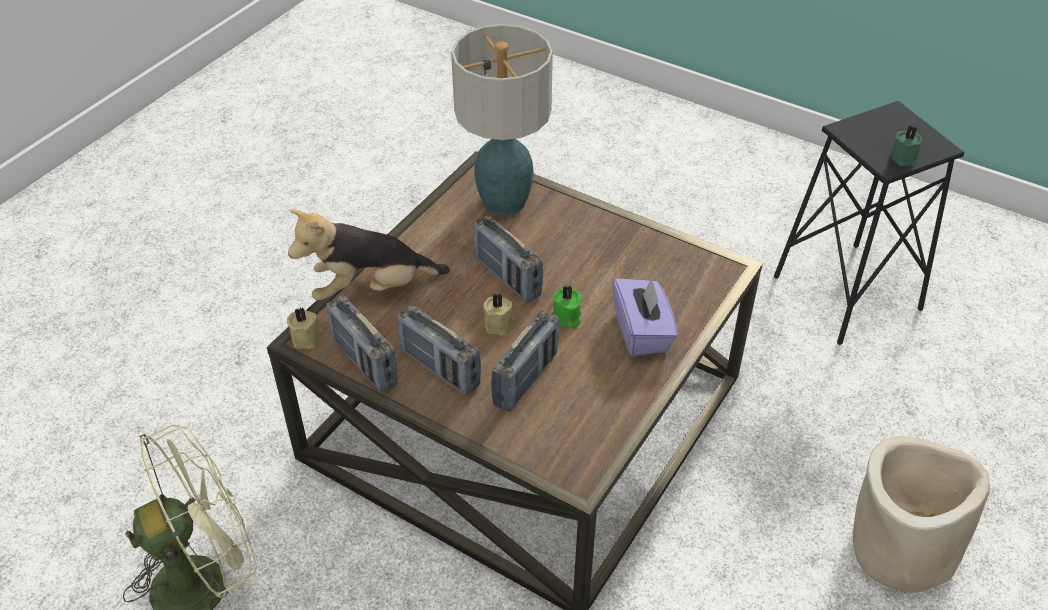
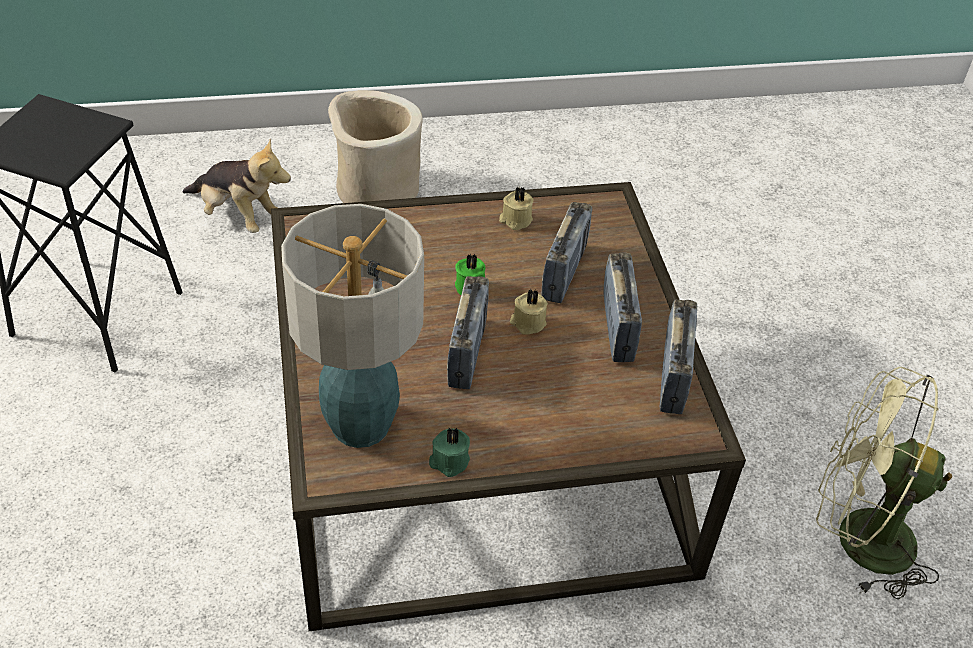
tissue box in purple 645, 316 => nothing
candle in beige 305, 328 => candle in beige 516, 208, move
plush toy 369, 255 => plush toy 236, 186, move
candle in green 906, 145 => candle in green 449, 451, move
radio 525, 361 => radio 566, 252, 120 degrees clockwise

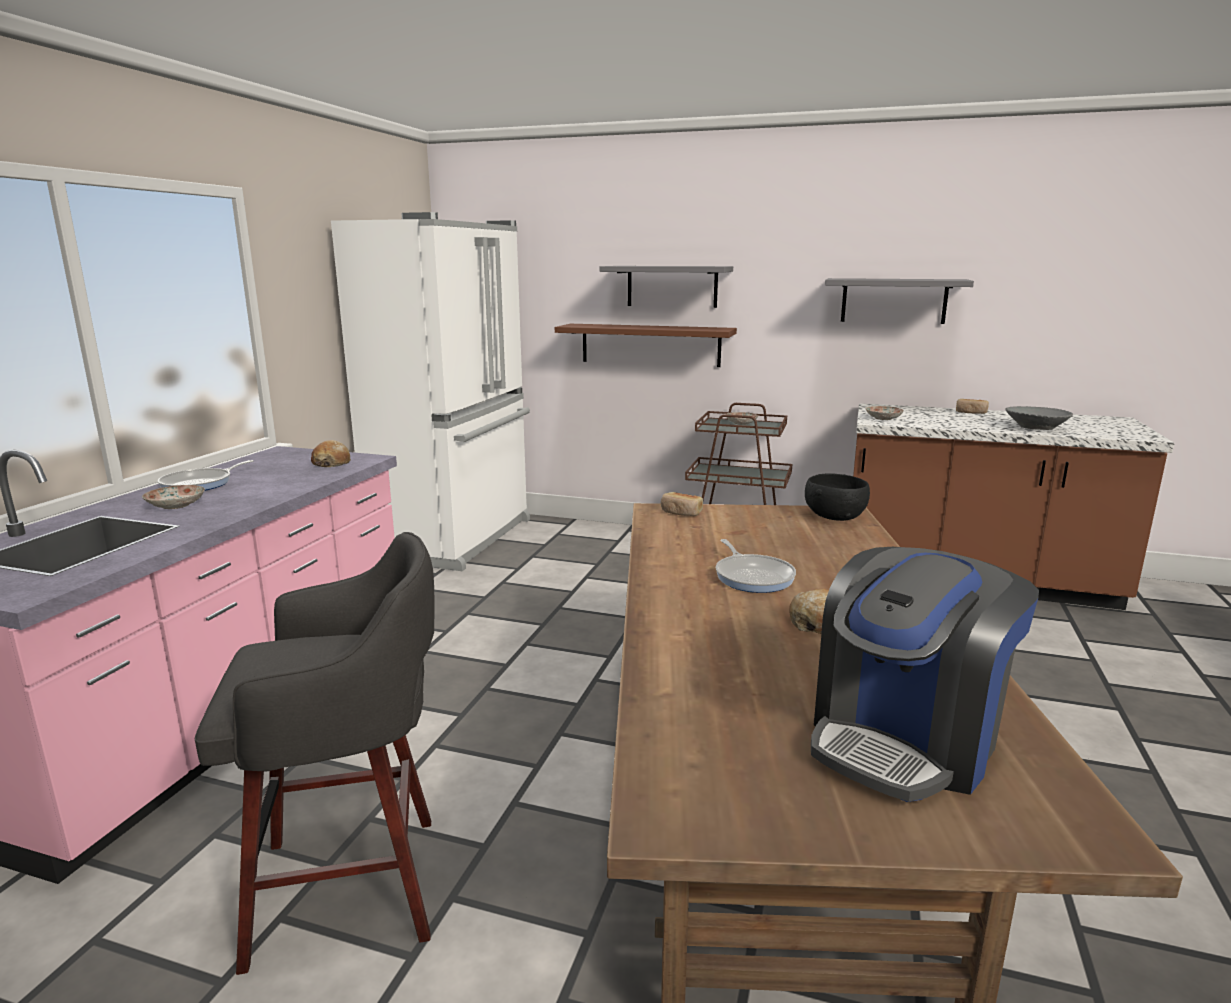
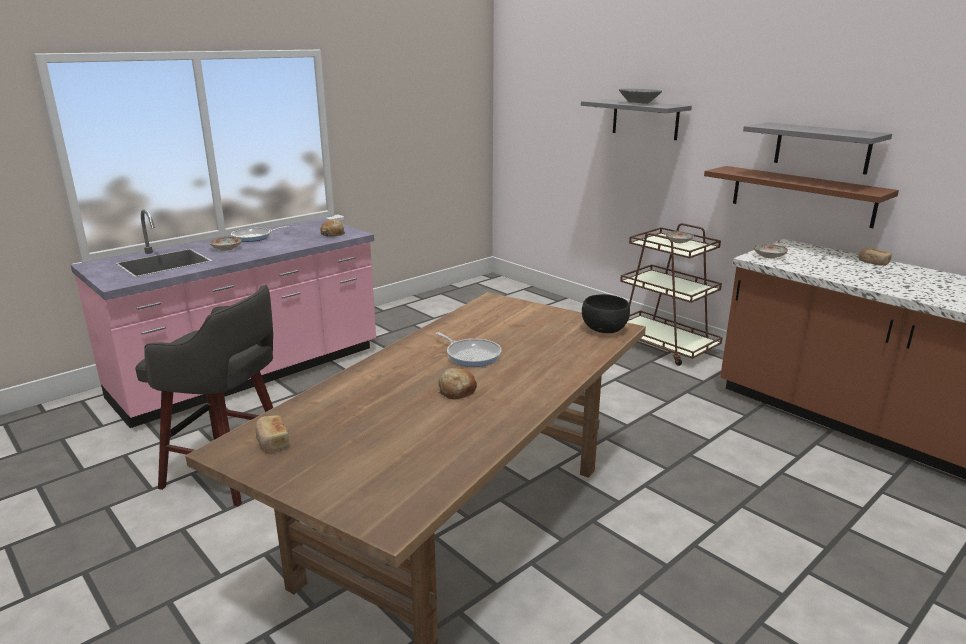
fridge in white 430, 391 => nothing
coffee machine 925, 674 => nothing
shelf in brown 646, 345 => shelf in brown 801, 197, move
bread 682, 504 => bread 272, 434, move
bowl in grey 1039, 418 => bowl in grey 640, 96, move
frying pan 756, 566 => frying pan 468, 349, 60 degrees counterclockwise

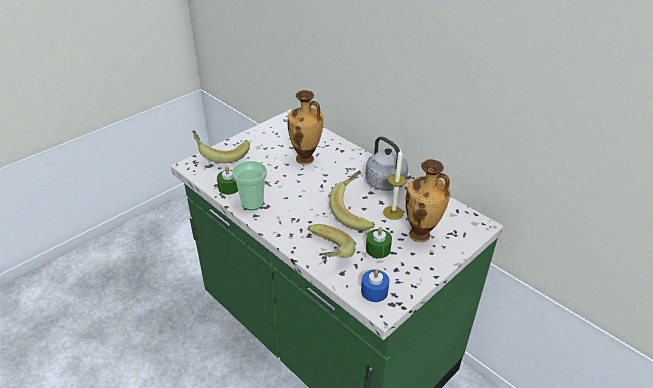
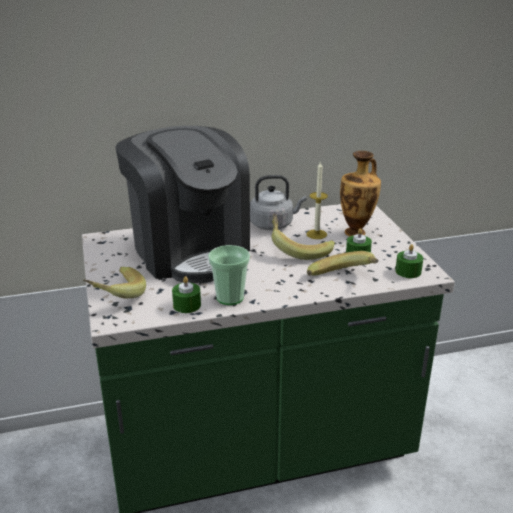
vase 305, 127 => coffee machine 182, 204
candle in blue 375, 285 => candle in green 409, 261

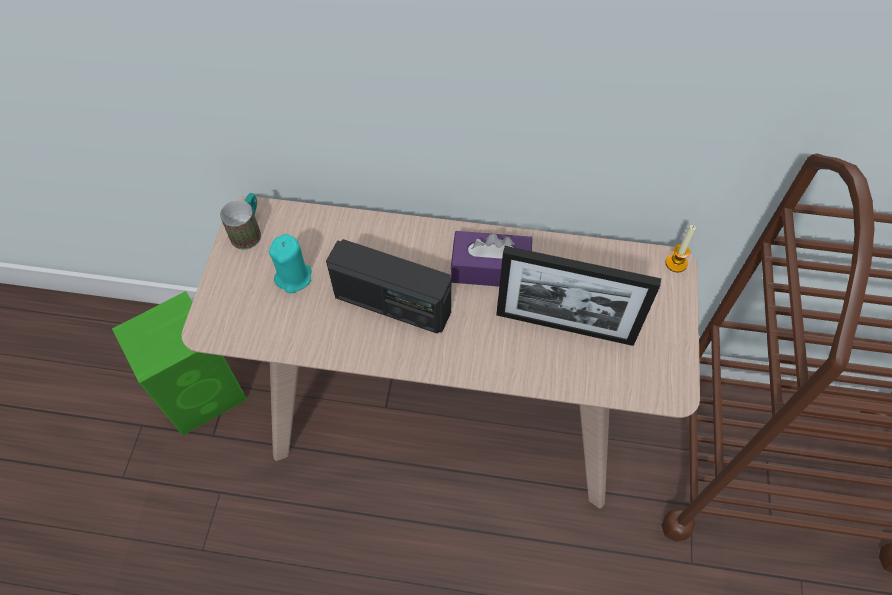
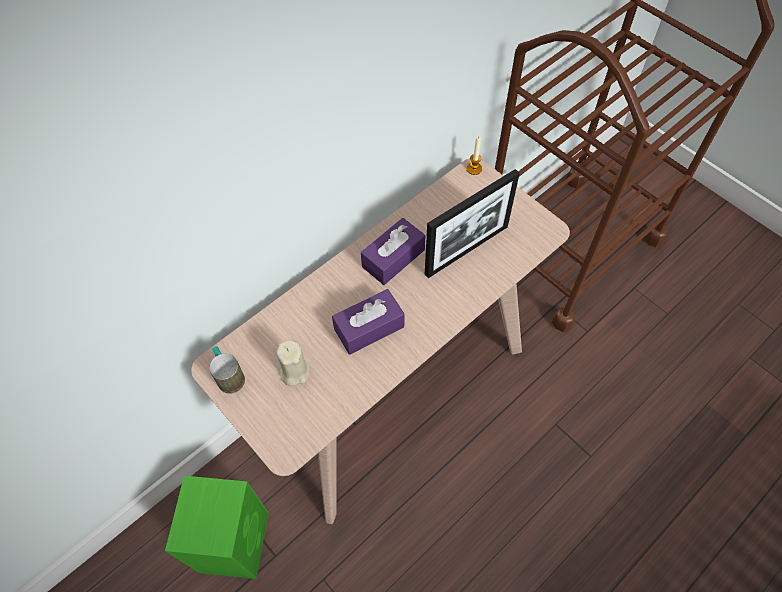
radio 388, 286 => tissue box in purple 368, 322
candle in turquoise 290, 263 => candle in beige 293, 363

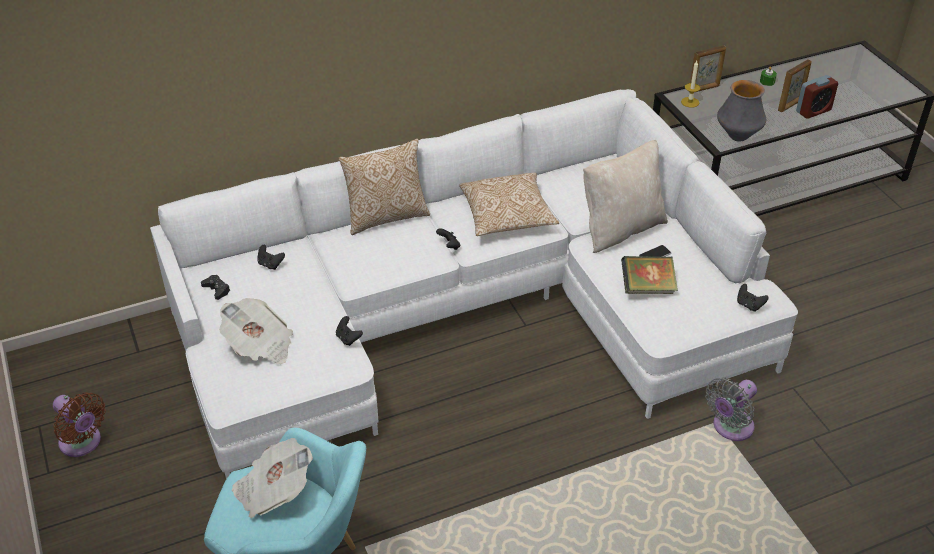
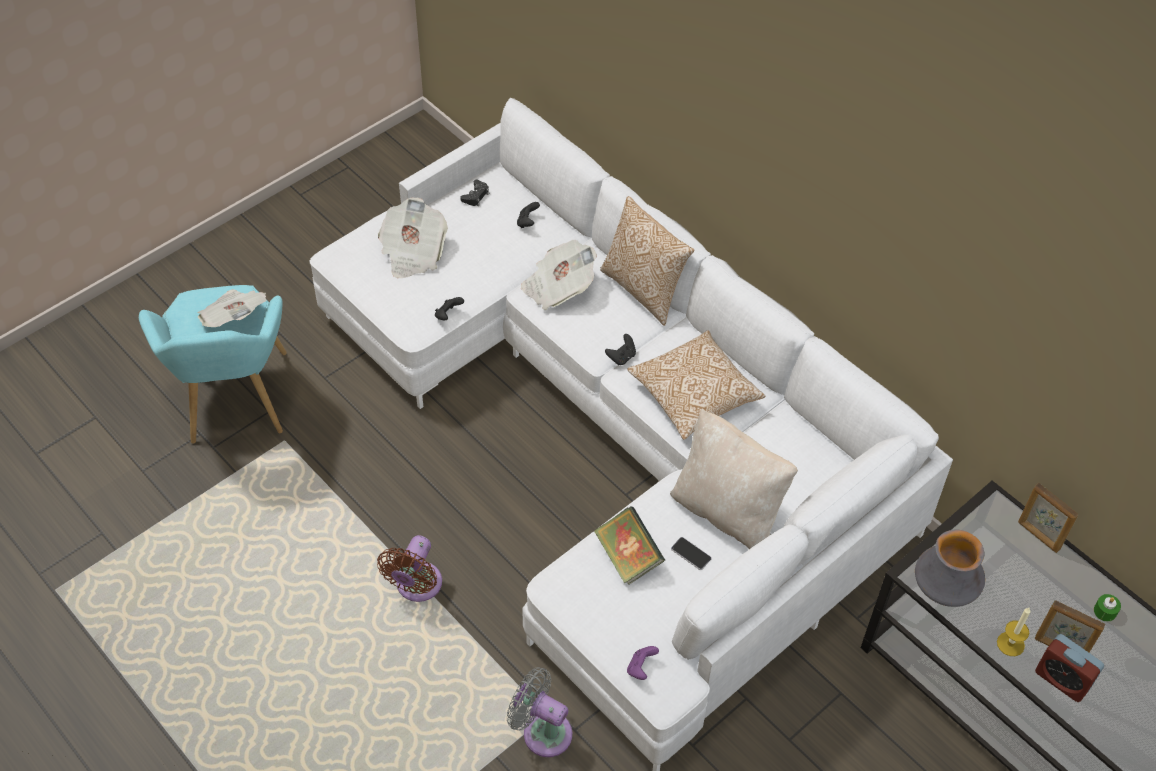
nothing => newspaper 559, 275
fan in brown 79, 424 => fan in brown 409, 568, move
candle 690, 84 => candle 1014, 632, move
game controller in black 753, 298 => game controller in purple 643, 663

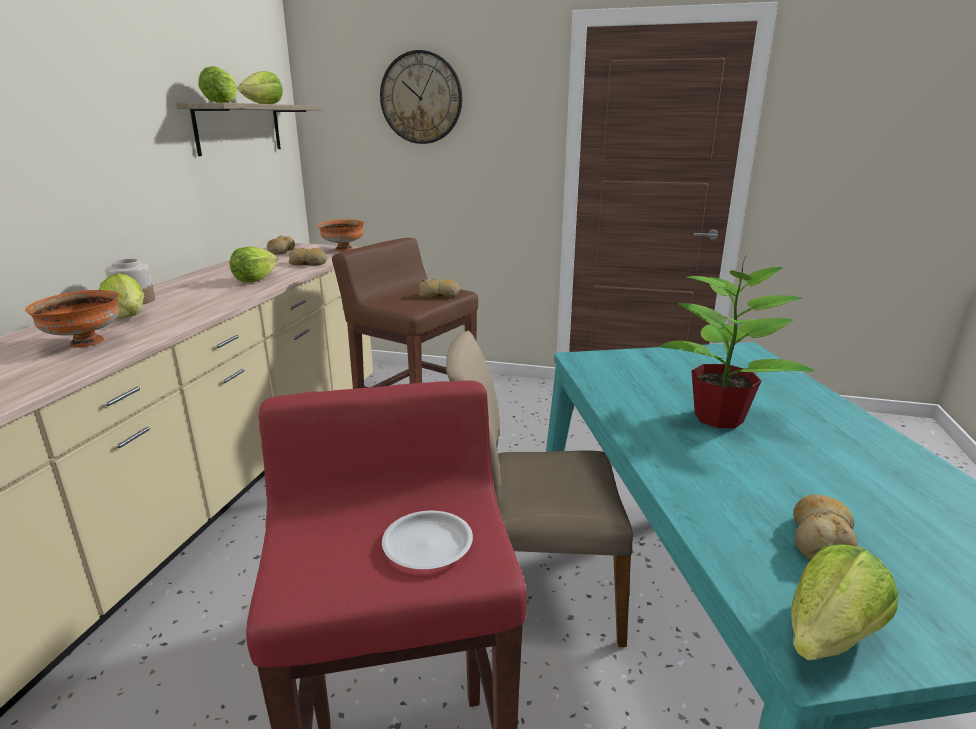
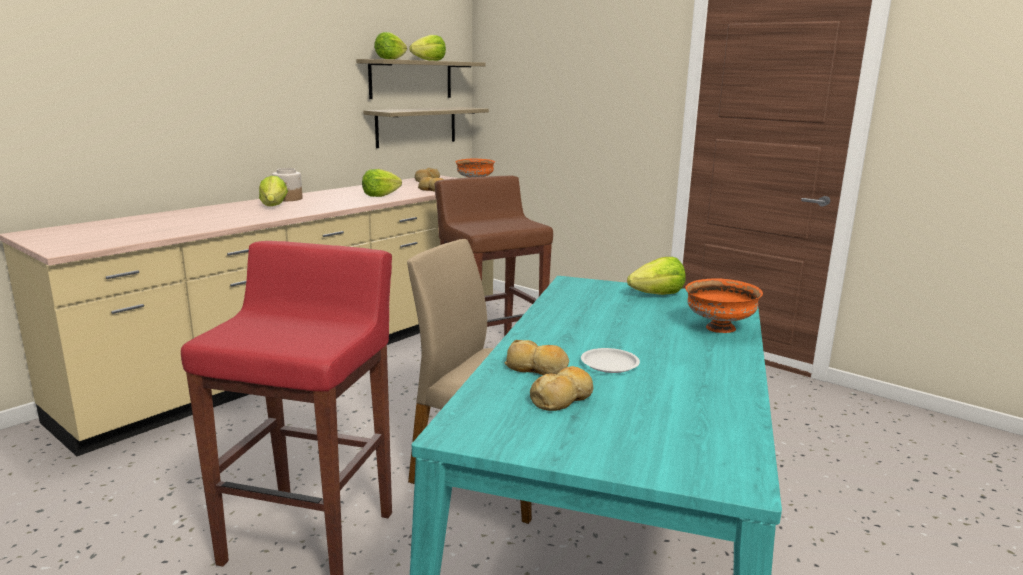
wall clock 421, 97 => nothing
potted plant 737, 342 => nothing
nothing => shelf 426, 127
bowl in orange 72, 319 => bowl in orange 724, 305, move
plate in white 427, 540 => plate in white 610, 360, move
bread 439, 288 => bread 537, 357, move
lettuce 844, 602 => lettuce 656, 276, move

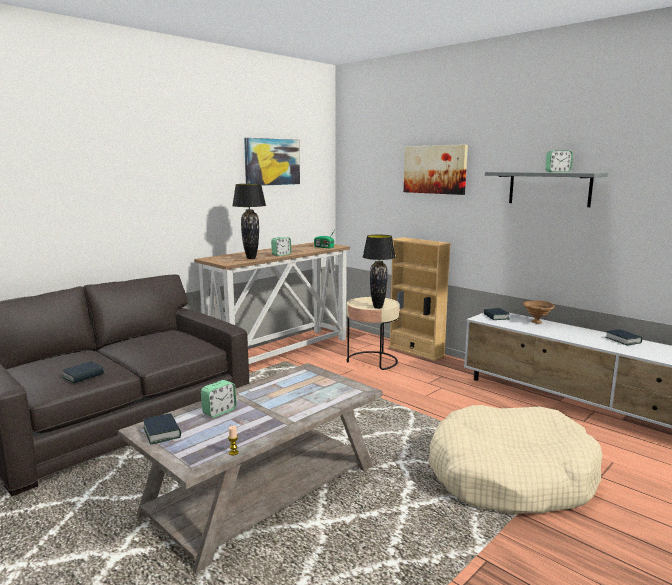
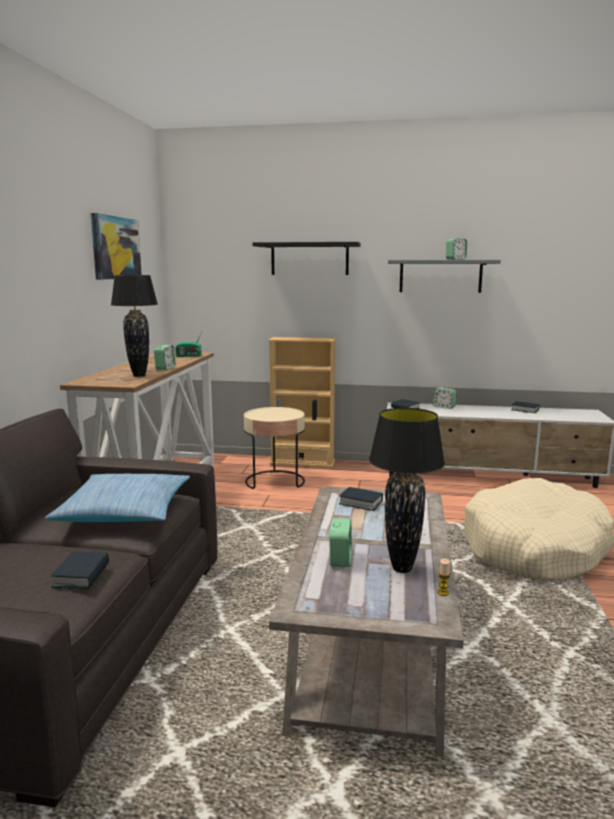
nothing => pillow 117, 498
book 162, 429 => book 361, 499, move
table lamp in black 379, 272 => table lamp in black 407, 490, move
picture 436, 170 => shelf in black 307, 258
bowl in brown 539, 312 => alarm clock 445, 398

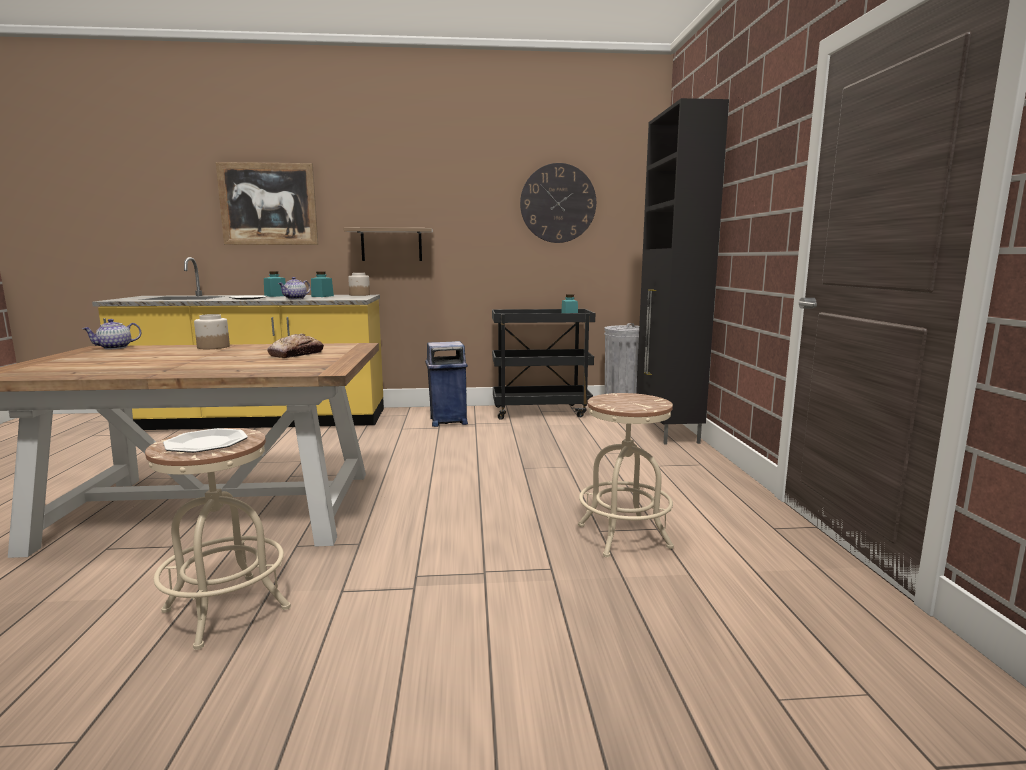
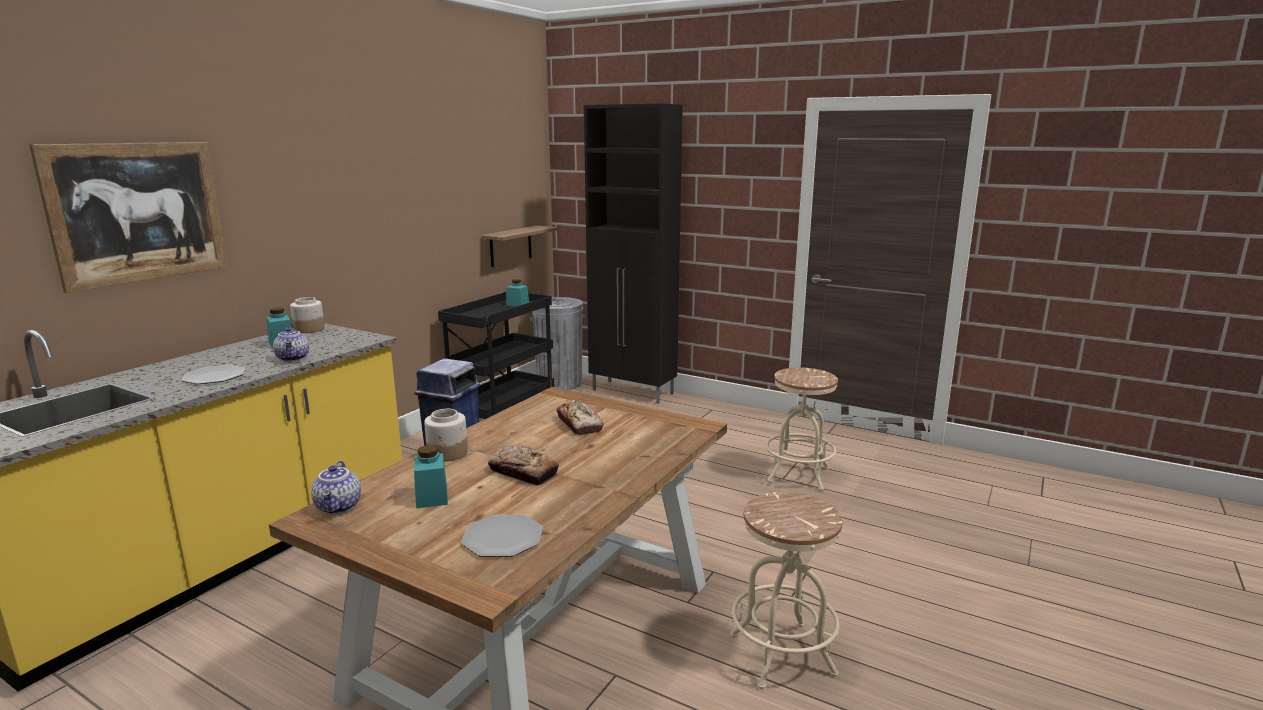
wall clock 558, 203 => nothing
nothing => bread 523, 465
plate 205, 440 => plate 502, 536, move
jar in turquoise 275, 284 => jar in turquoise 431, 476, move
shelf 388, 244 => shelf 519, 246, move

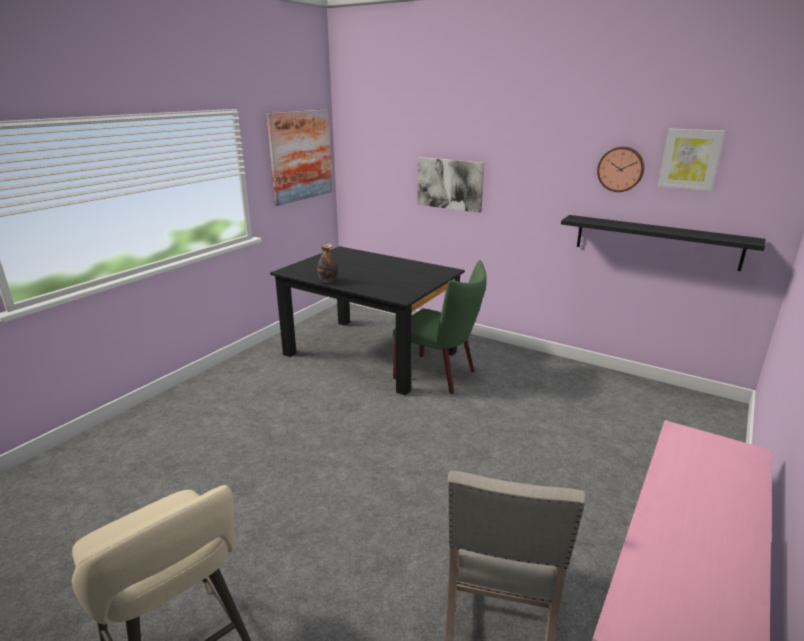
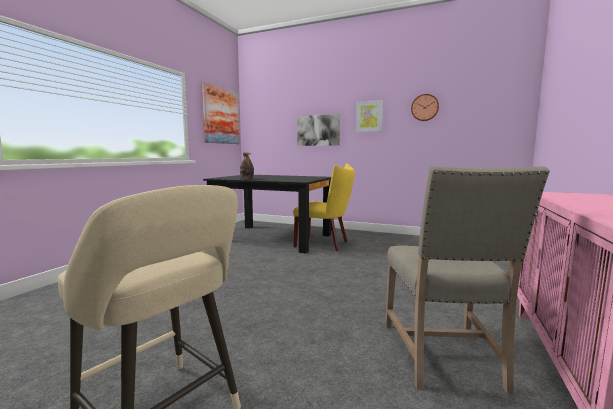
shelf in black 663, 243 => nothing
picture 691, 159 => picture 369, 116, move
chair in green 440, 327 => chair in yellow 324, 207

